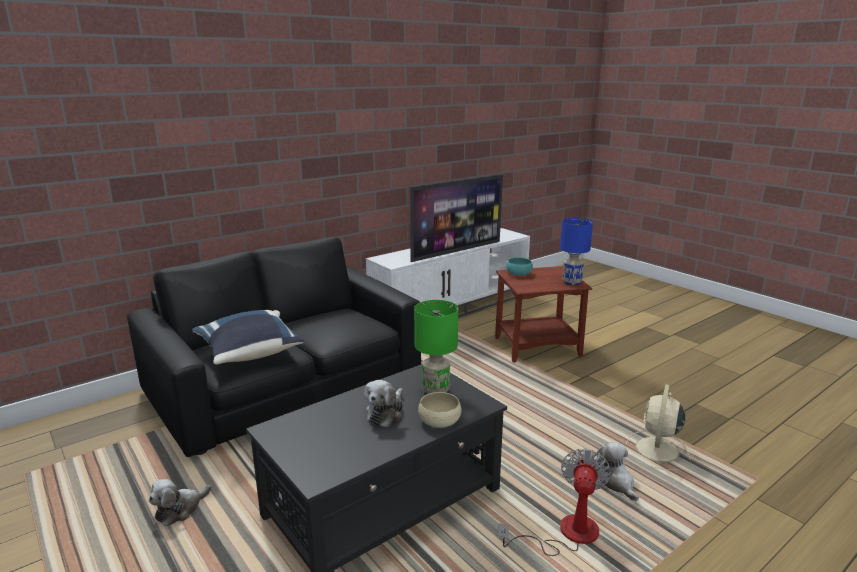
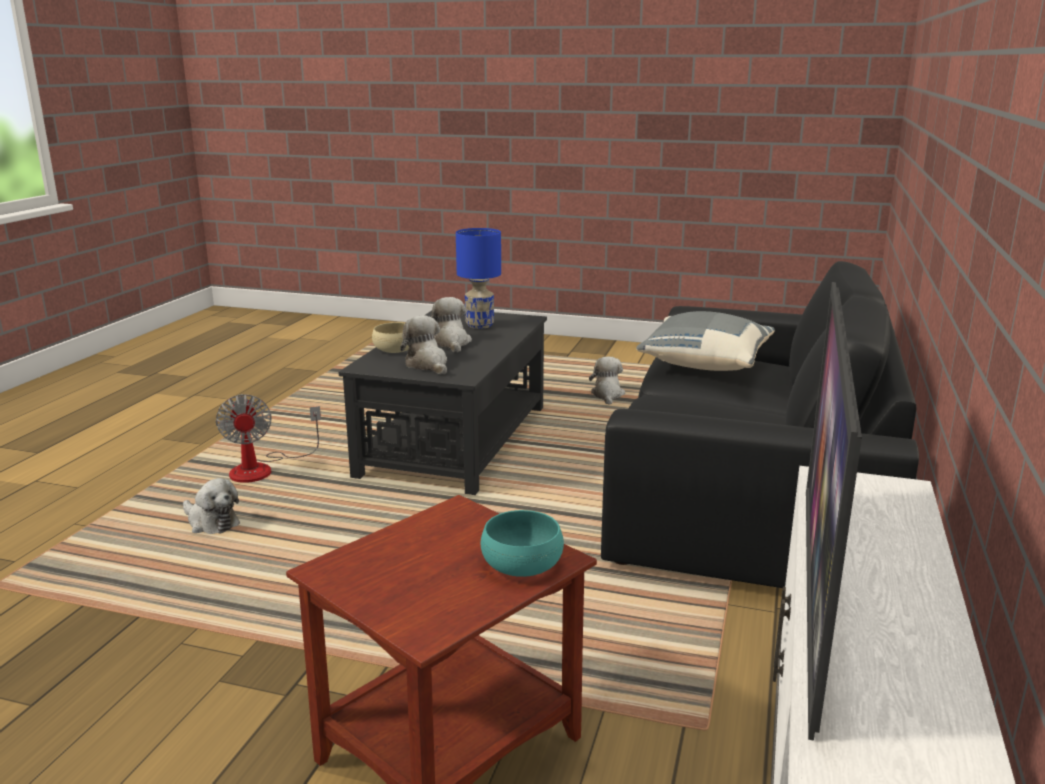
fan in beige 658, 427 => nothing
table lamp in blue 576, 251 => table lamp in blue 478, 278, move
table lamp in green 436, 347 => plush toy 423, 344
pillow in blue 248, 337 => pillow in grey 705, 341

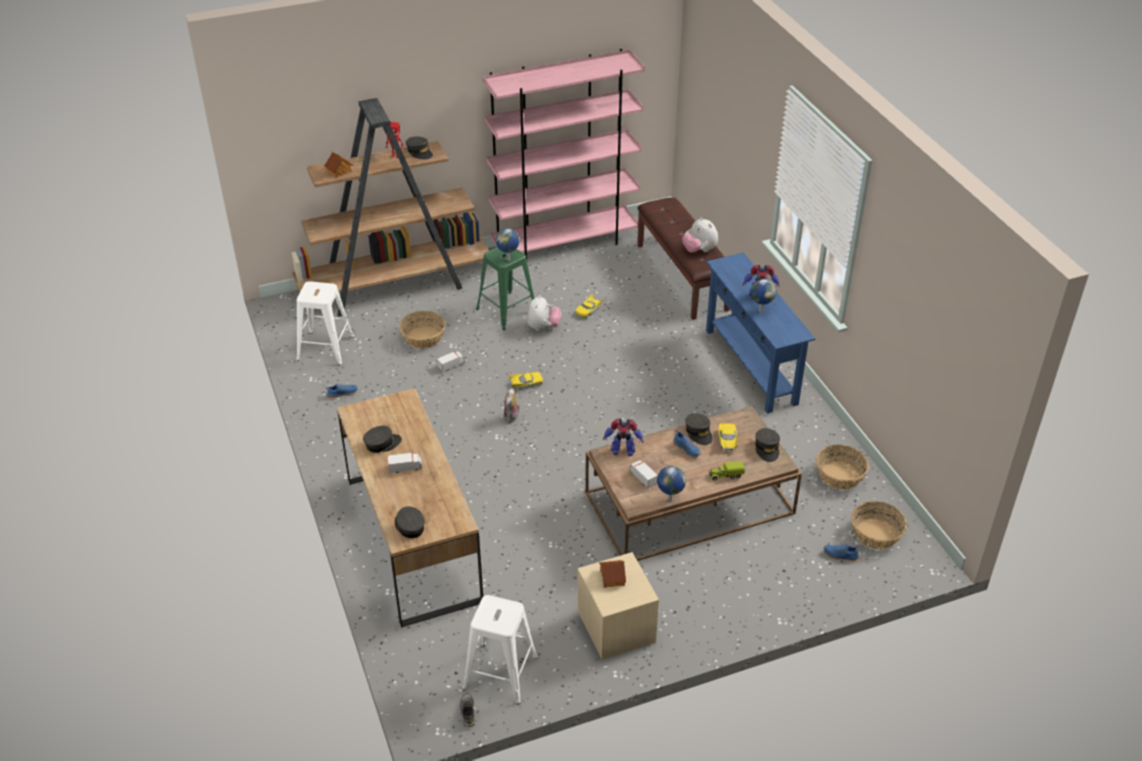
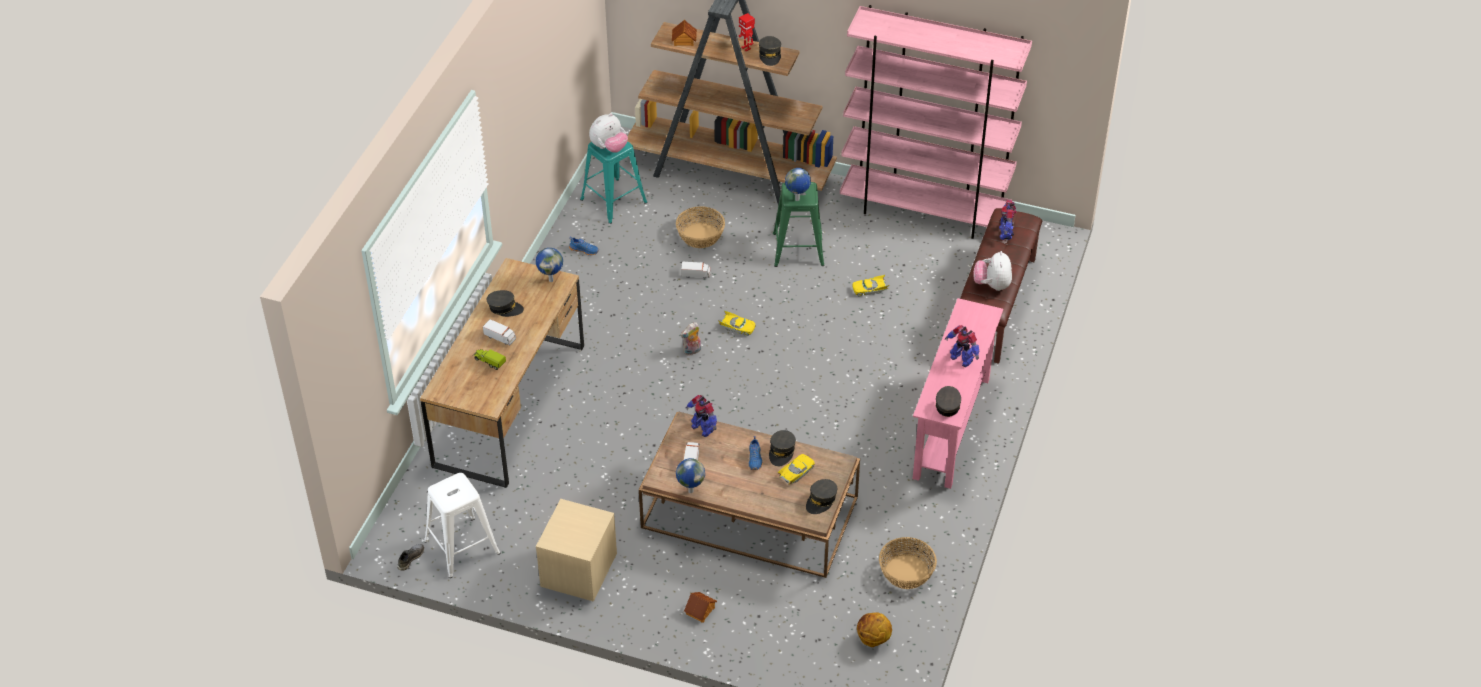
shoe in blue 842, 553 => nothing
nothing => toy robot 1007, 220
cap in grey 410, 522 => cap in grey 948, 401, move
plush toy 544, 313 => plush toy 608, 133, move
toy house 612, 574 => toy house 700, 607, move
toy truck 727, 470 => toy truck 489, 359, move
globe 763, 296 => globe 549, 265, move
basket 879, 525 => basketball 874, 629
stool in white 325, 323 => stool in turquoise 613, 182
console table in blue 761, 333 => console table in pink 958, 393

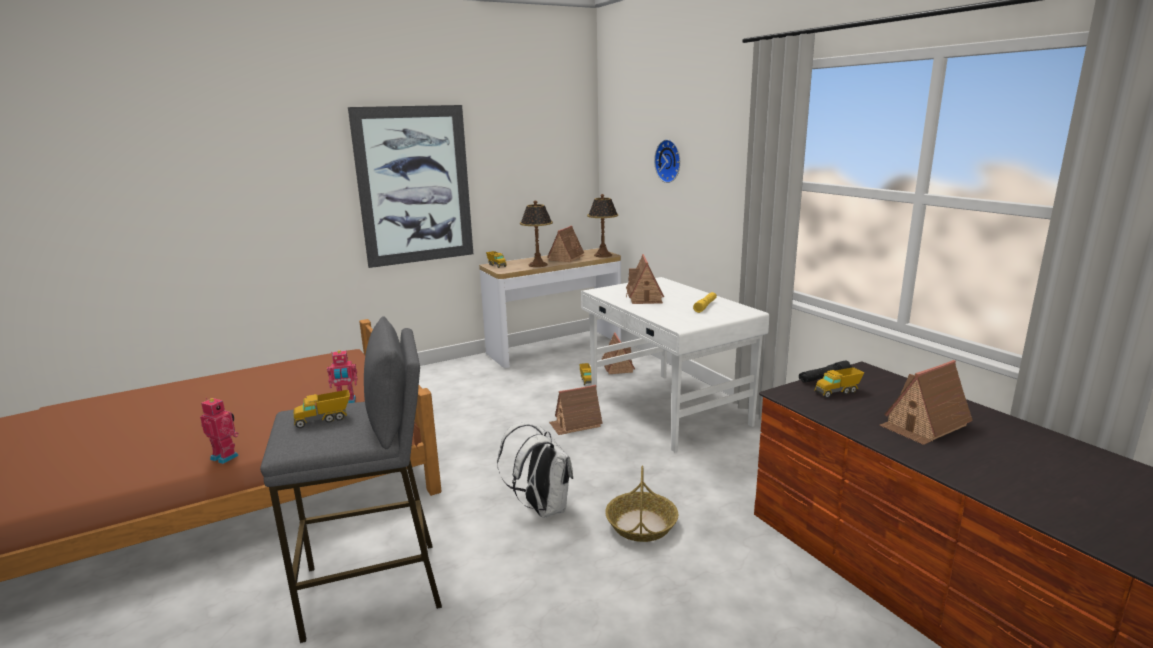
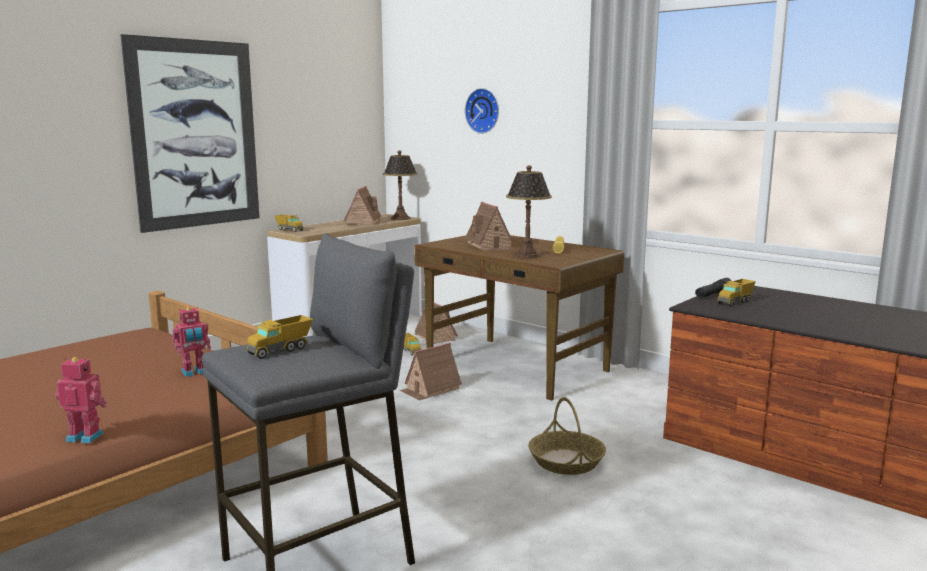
backpack in white 535, 470 => nothing
toy house 926, 402 => nothing
table lamp 536, 234 => table lamp 529, 211, move
desk in white 675, 364 => desk in brown 519, 318

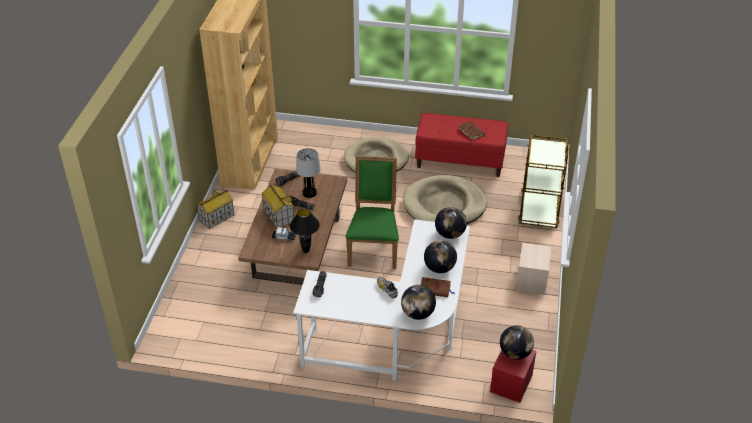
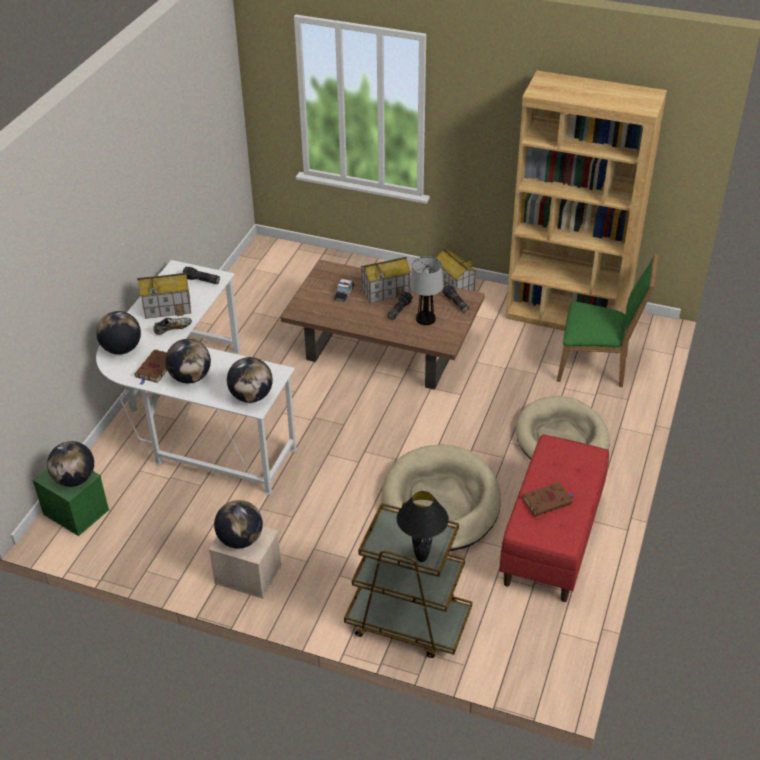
nothing => toy house 164, 296
nothing => globe 238, 524
table lamp in black 305, 231 => table lamp in black 423, 526, move
chair in green 372, 212 => chair in green 607, 320, move
storage box in red 513, 376 => storage box in green 71, 502

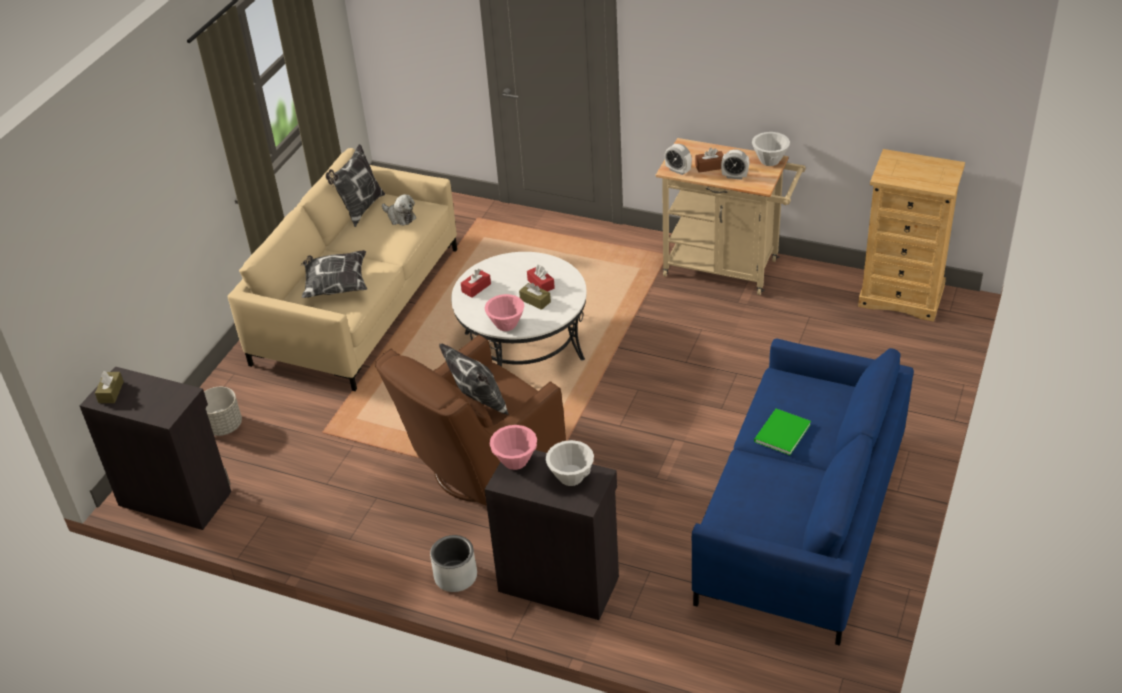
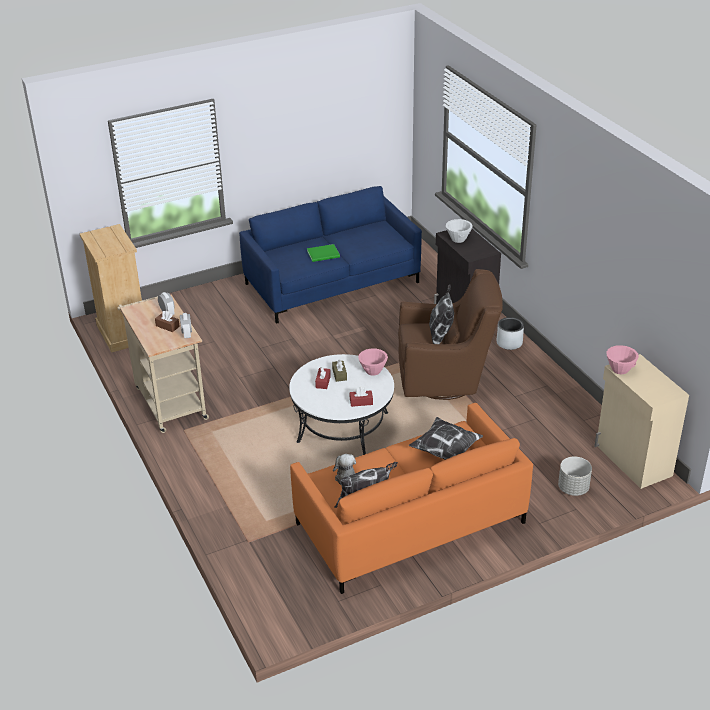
tissue box in brown 109, 387 => nothing
bowl in white 771, 149 => nothing
bowl in pink 513, 447 => bowl in pink 622, 359, move
cabinet in black 155, 448 => cabinet in beige 641, 421
sofa in beige 342, 269 => sofa in orange 411, 498

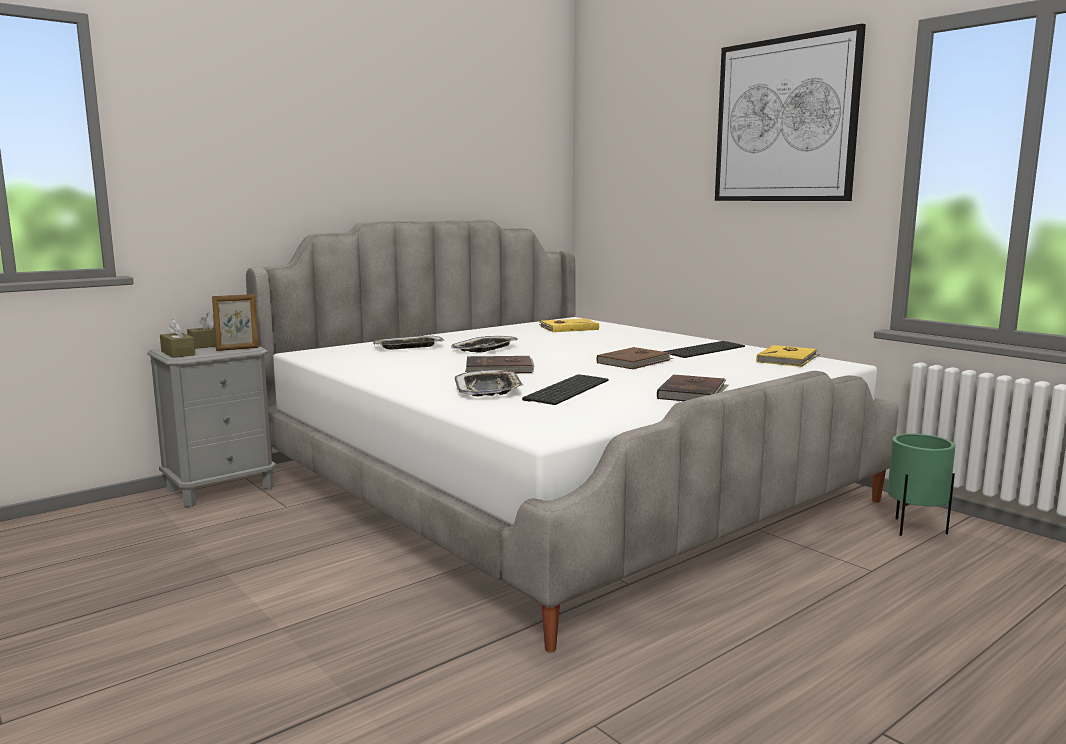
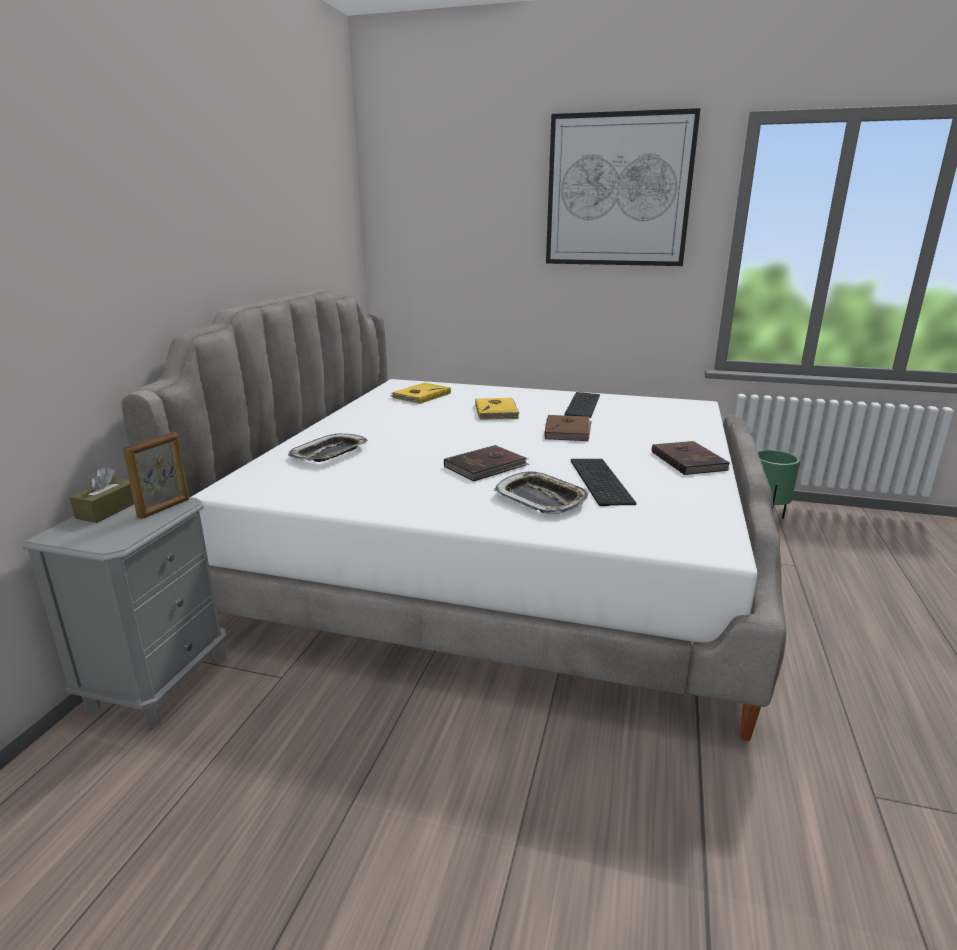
tissue box in brown 177, 338 => nothing
tray 484, 344 => nothing
book in yellow 788, 356 => book in yellow 497, 409, move

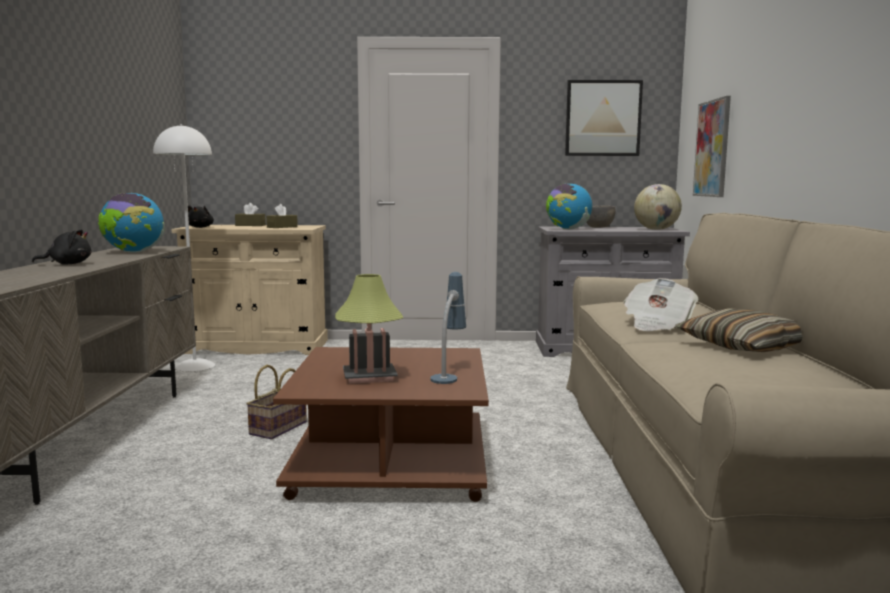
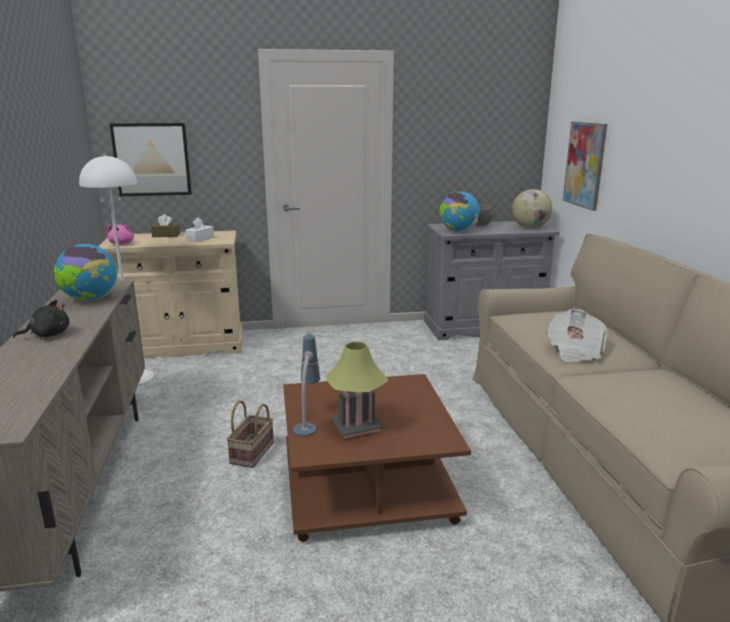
pillow 738, 330 => nothing
table lamp 448, 328 => table lamp 306, 385, move
picture 604, 118 => picture 151, 159, move
plush toy in black 201, 216 => plush toy in pink 120, 234
tissue box in brown 282, 216 => tissue box in white 199, 229

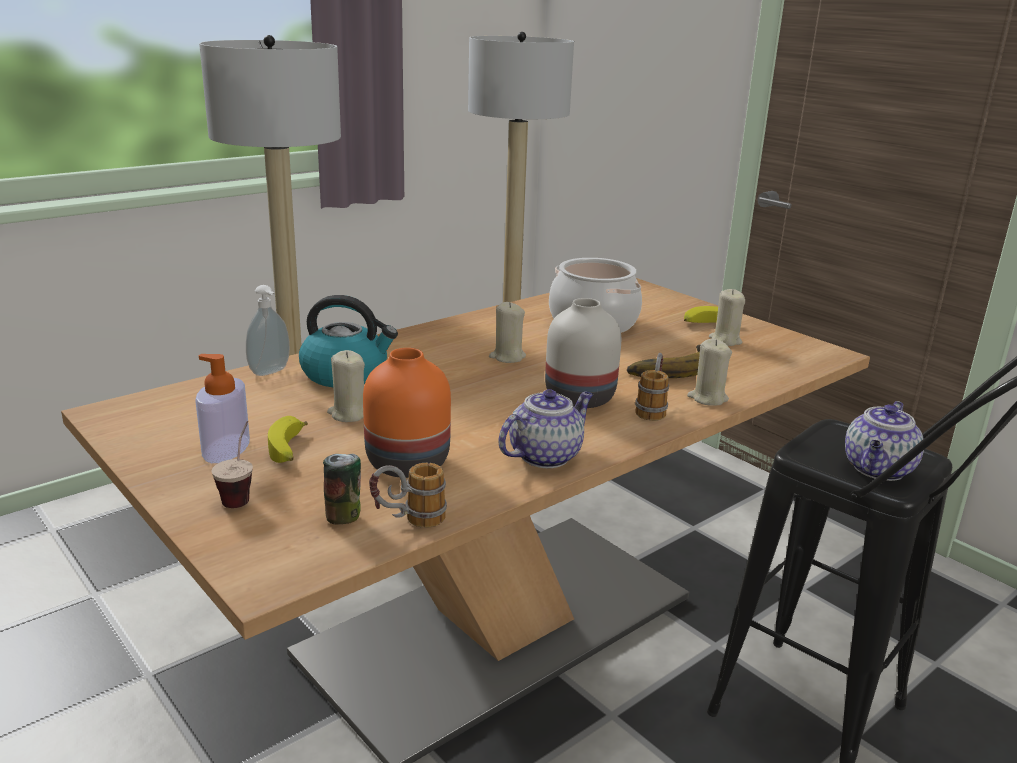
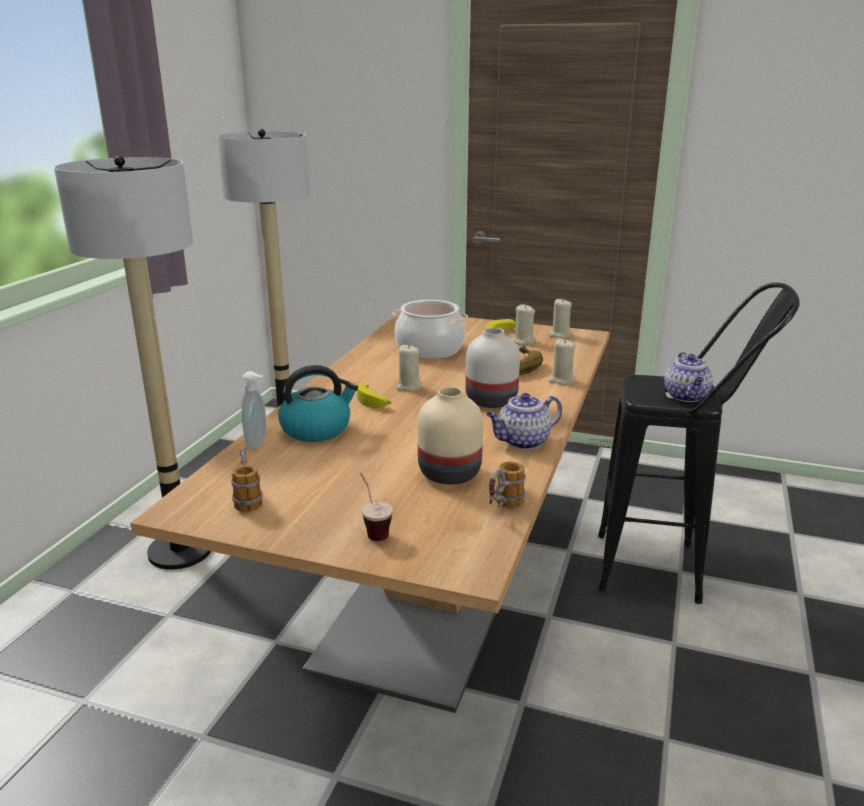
soap dispenser 222, 408 => nothing
can 342, 489 => nothing
banana 288, 439 => banana 374, 395, move
candle in beige 346, 386 => candle in beige 560, 318, move
mug 652, 387 => mug 247, 479, move
vase in orange 407, 413 => vase in beige 450, 436
teapot 545, 428 => teapot 524, 421, 135 degrees counterclockwise

